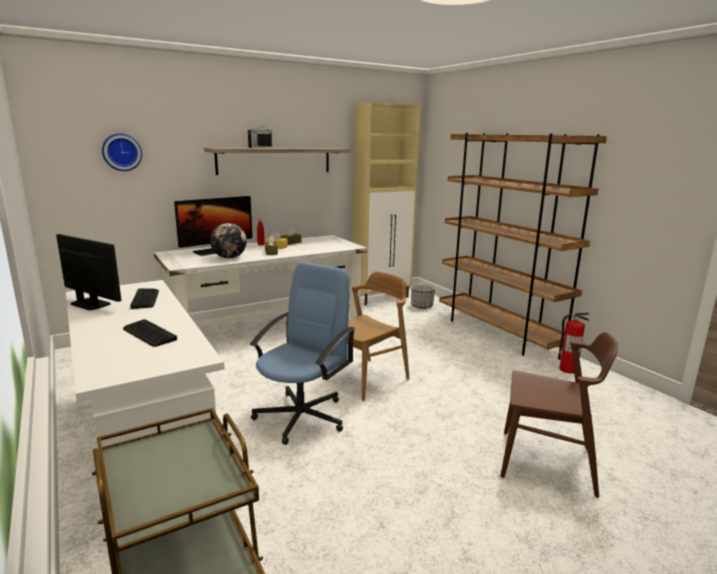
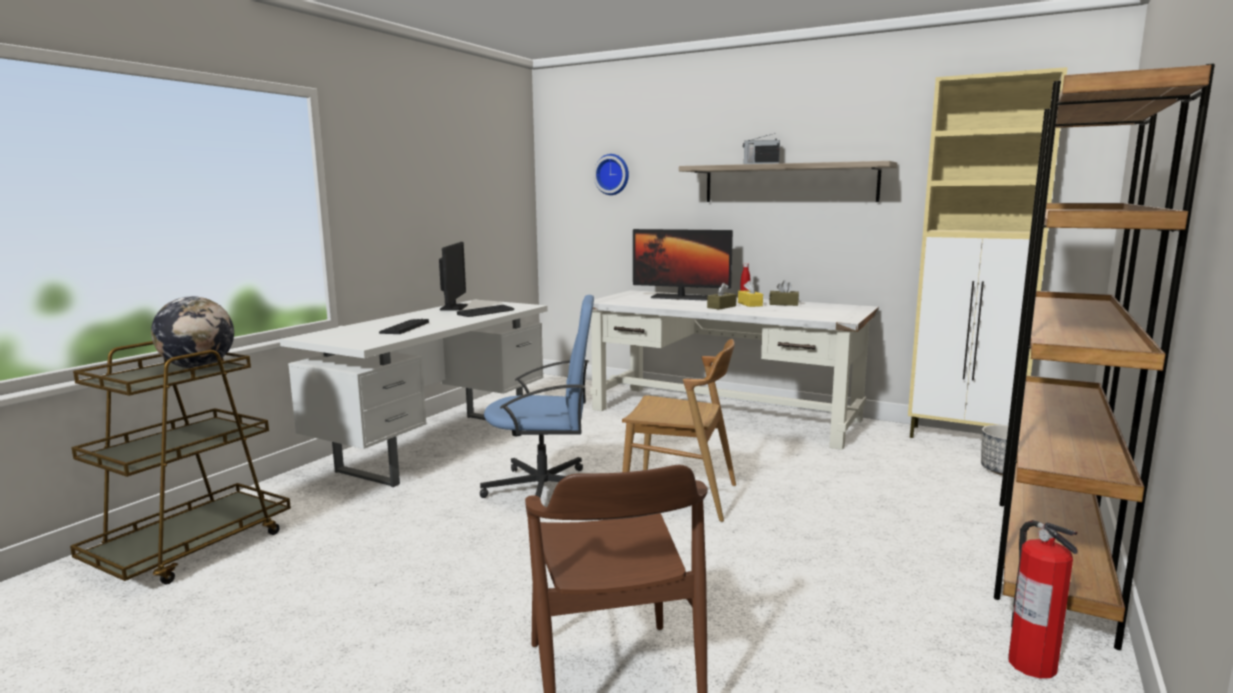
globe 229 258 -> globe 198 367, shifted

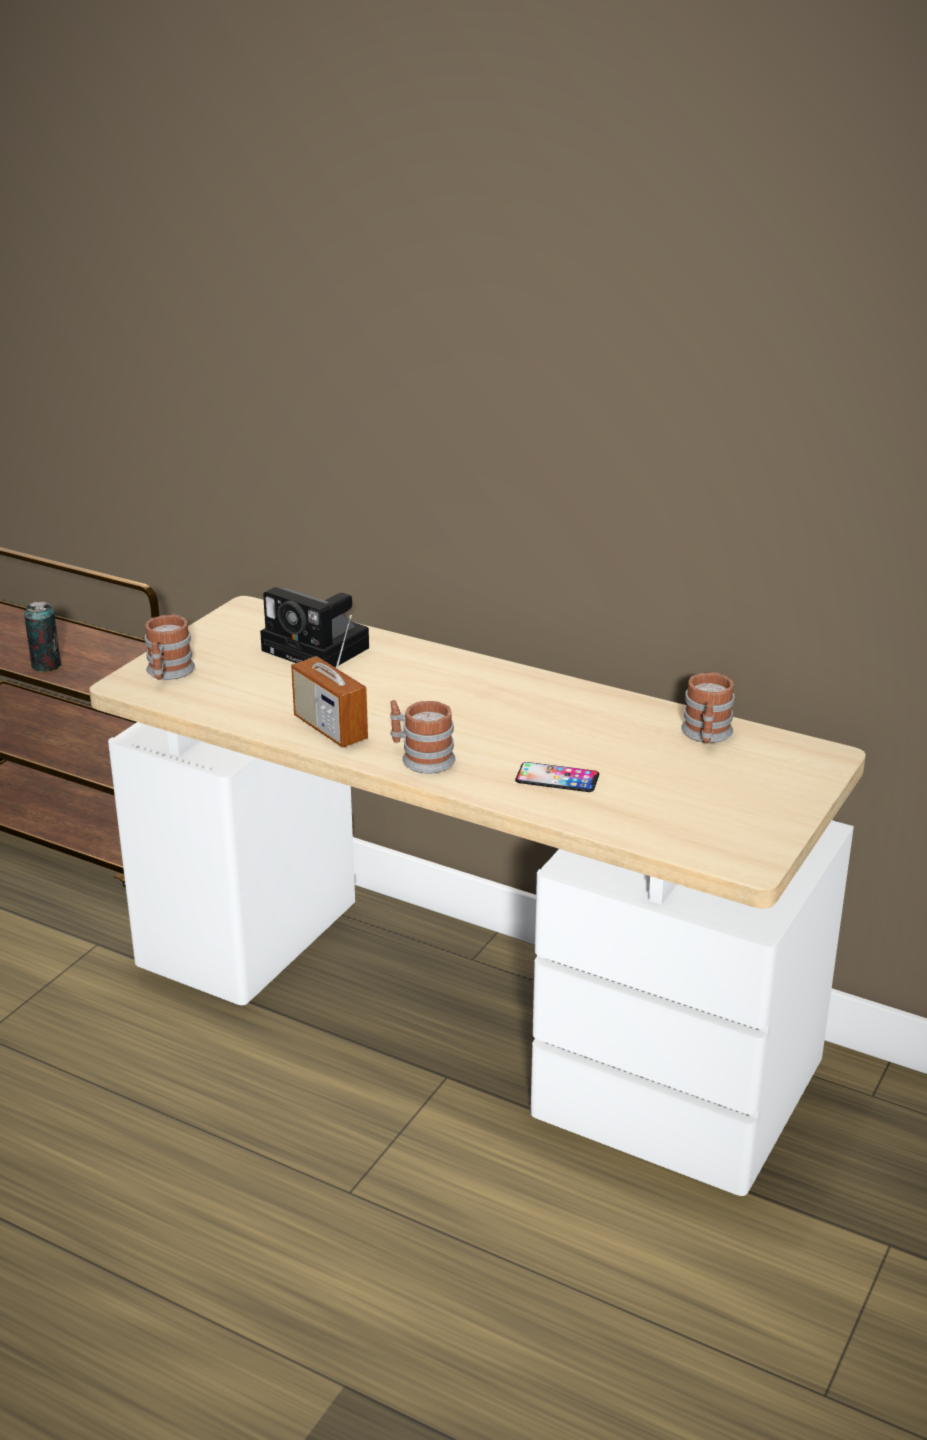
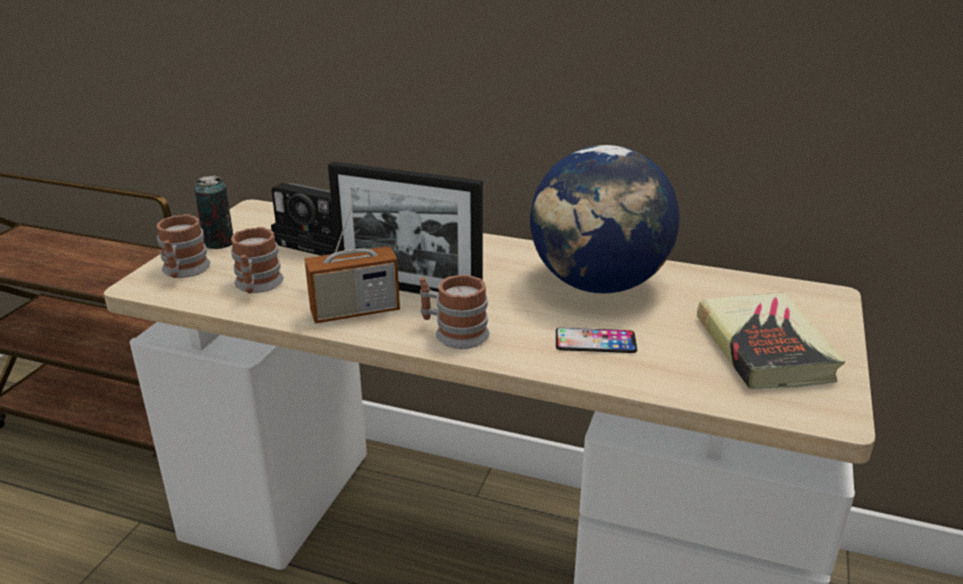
can 46 666 -> can 219 243, shifted
radio 330 728 -> radio 355 311, 60 degrees counterclockwise
mug 706 735 -> mug 257 286, shifted
none -> picture frame 409 289
none -> globe 599 285
none -> book 764 348

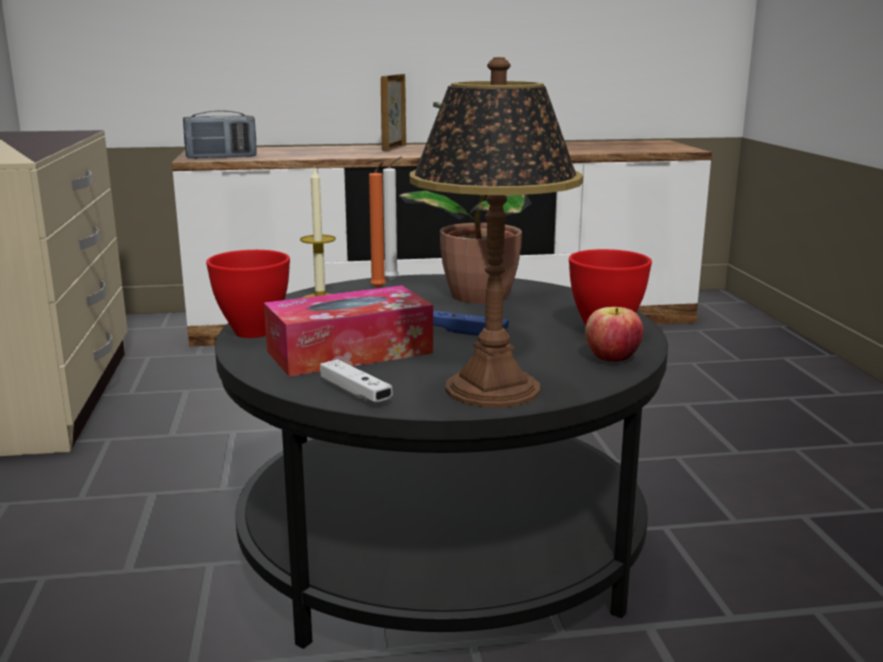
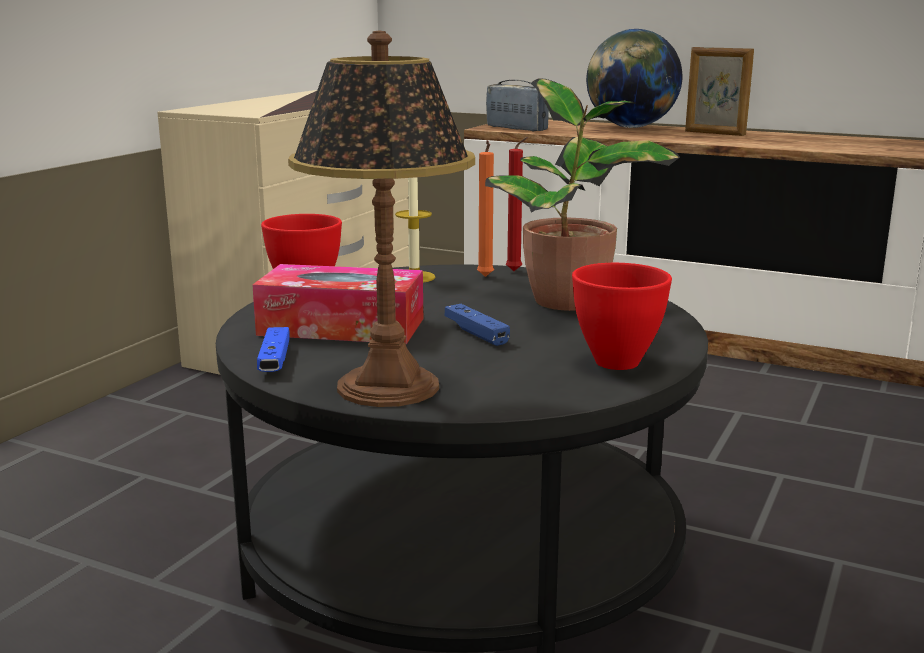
radio 221 157 -> radio 516 129, 150 degrees counterclockwise
white game controller 355 392 -> blue game controller 274 361
picture frame 393 148 -> picture frame 714 133, 105 degrees counterclockwise
white candle 393 280 -> red candle 516 271
apple 612 359 -> none
none -> globe 631 127

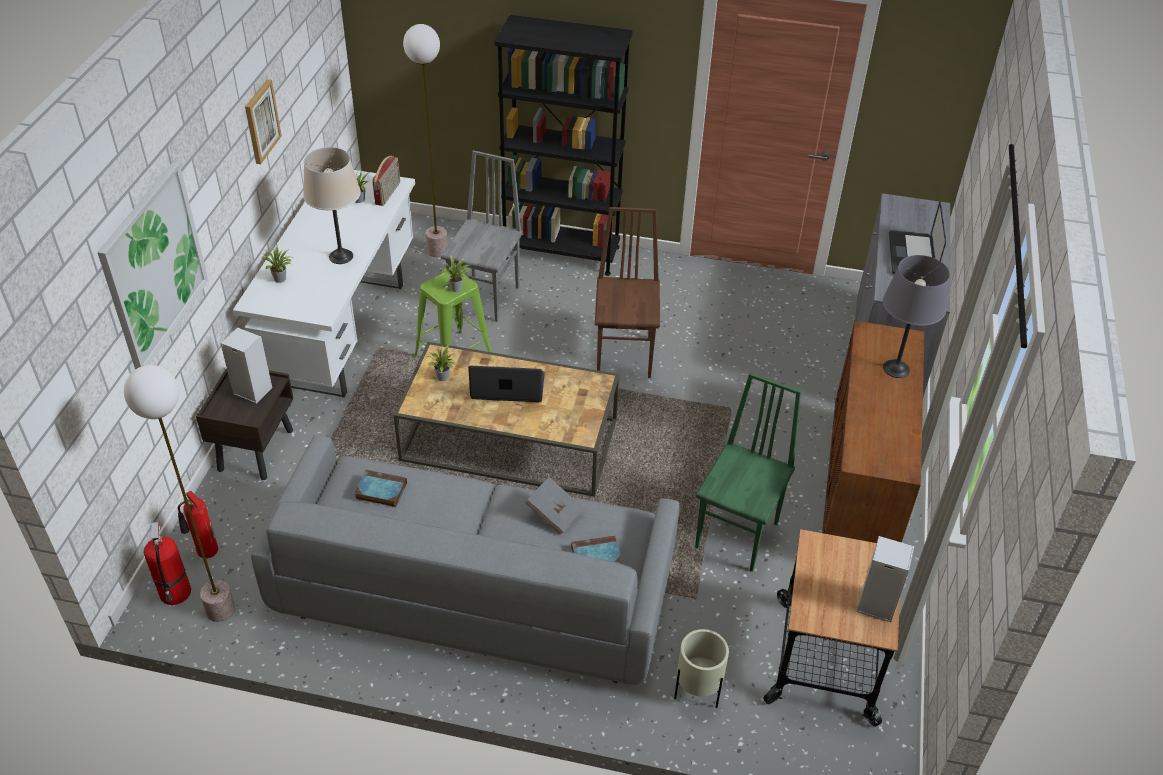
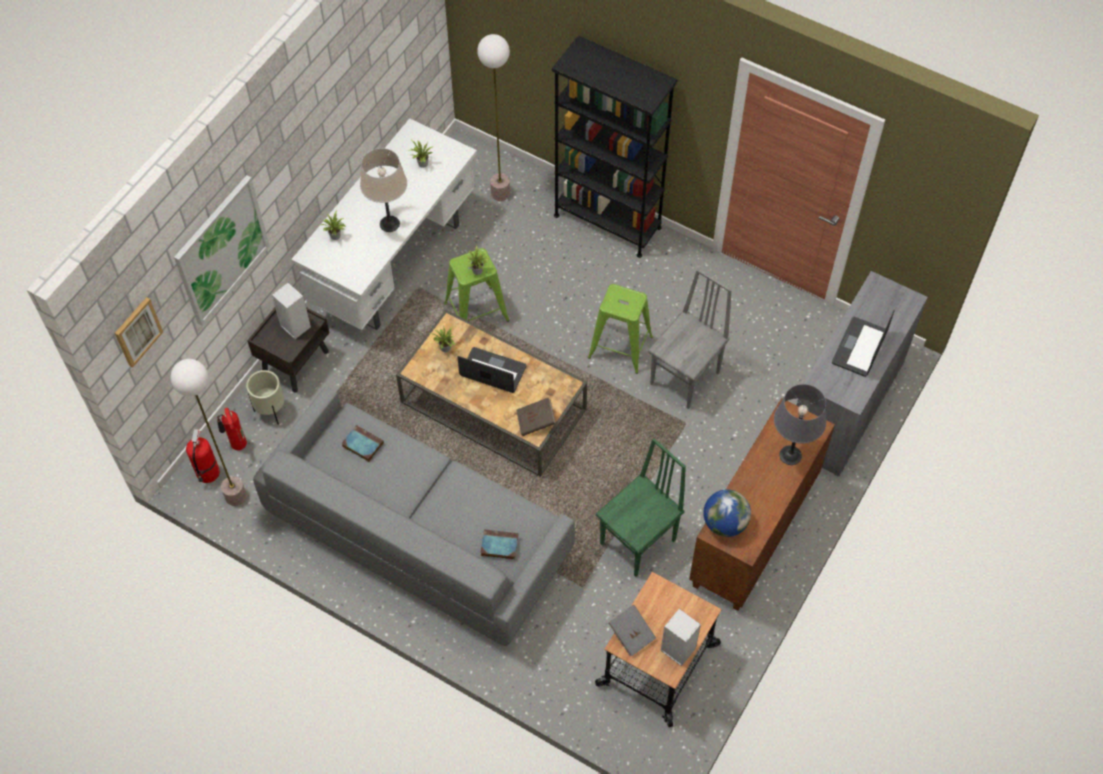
picture 261 121 -> picture 137 331, shifted
radio 388 194 -> none
grey chair 486 298 -> grey chair 686 378, shifted
grey book 555 513 -> grey book 631 634, shifted
brown chair 625 355 -> green stool 619 347
beige planter 697 692 -> beige planter 271 411, shifted
none -> brown book 536 422
none -> globe 724 523

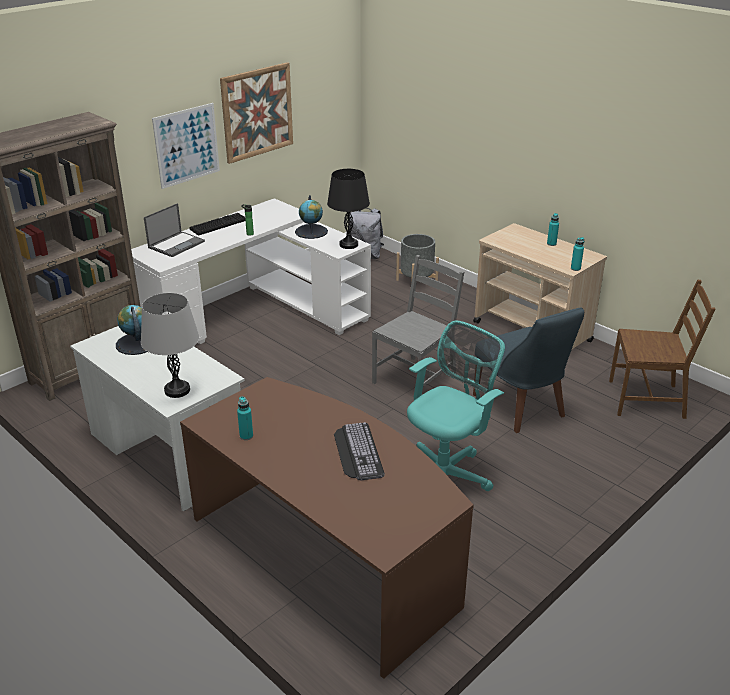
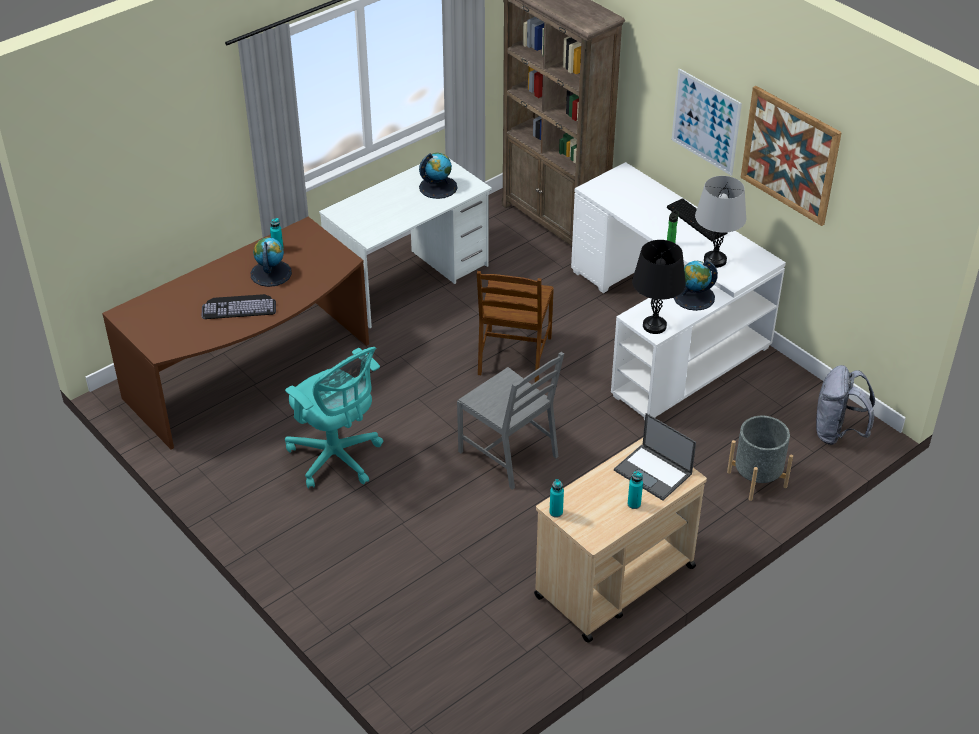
grey table lamp 177 390 -> grey table lamp 715 260, shifted
laptop 176 244 -> laptop 654 472, shifted
blue chair 521 407 -> none
brown chair 647 399 -> brown chair 514 356, shifted
none -> globe 270 273

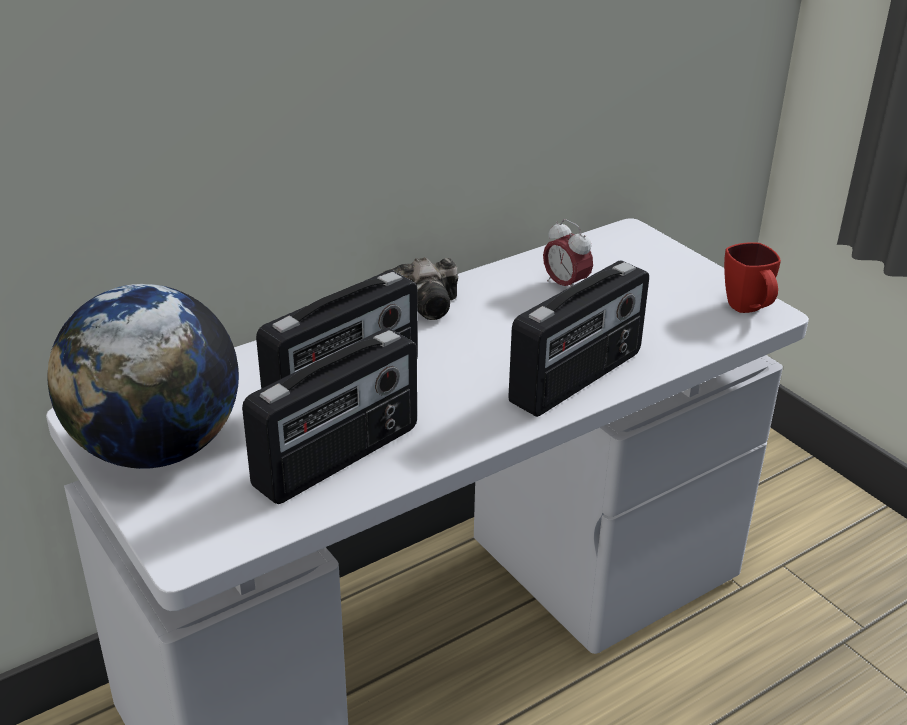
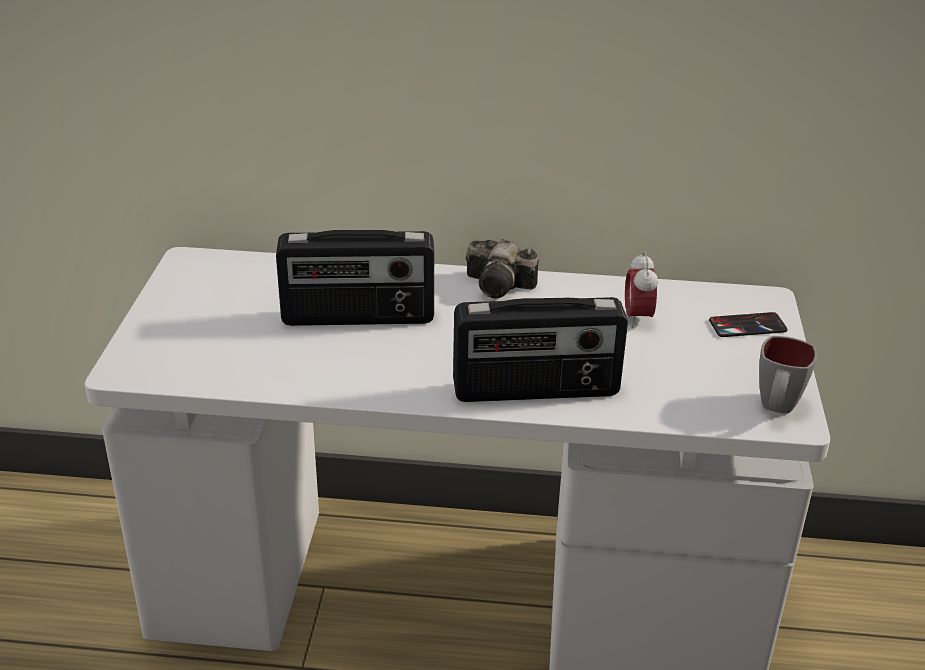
globe 157 448 -> none
radio 339 458 -> none
red mug 748 310 -> grey mug 776 409
none -> phone 747 325

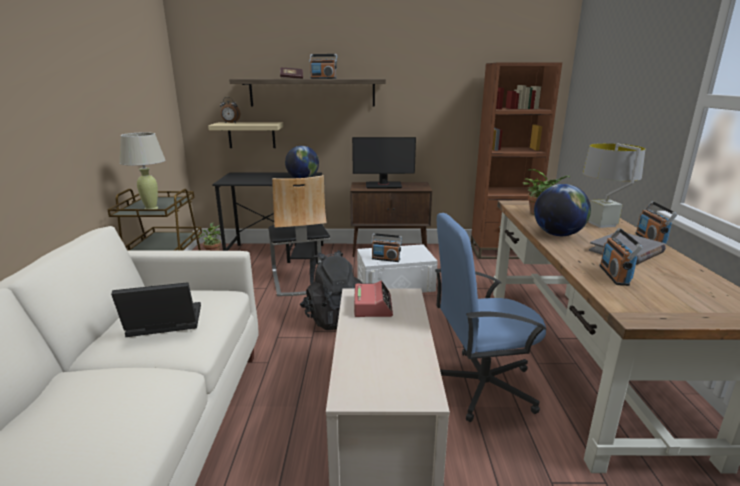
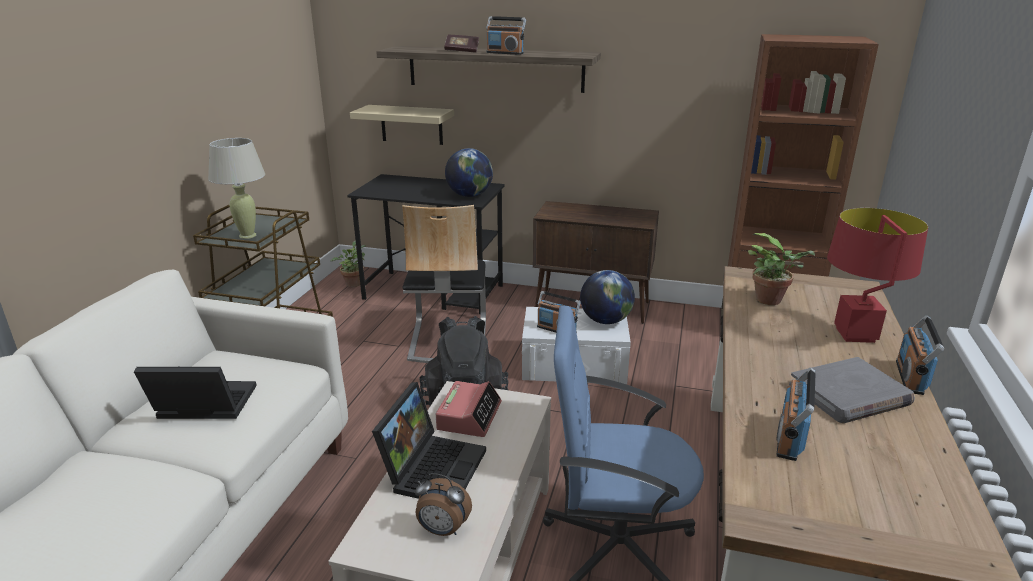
alarm clock 230 123 -> alarm clock 442 530, shifted
monitor 383 185 -> none
globe 557 234 -> globe 605 321, shifted
grey table lamp 602 224 -> red table lamp 855 335
none -> laptop 432 467

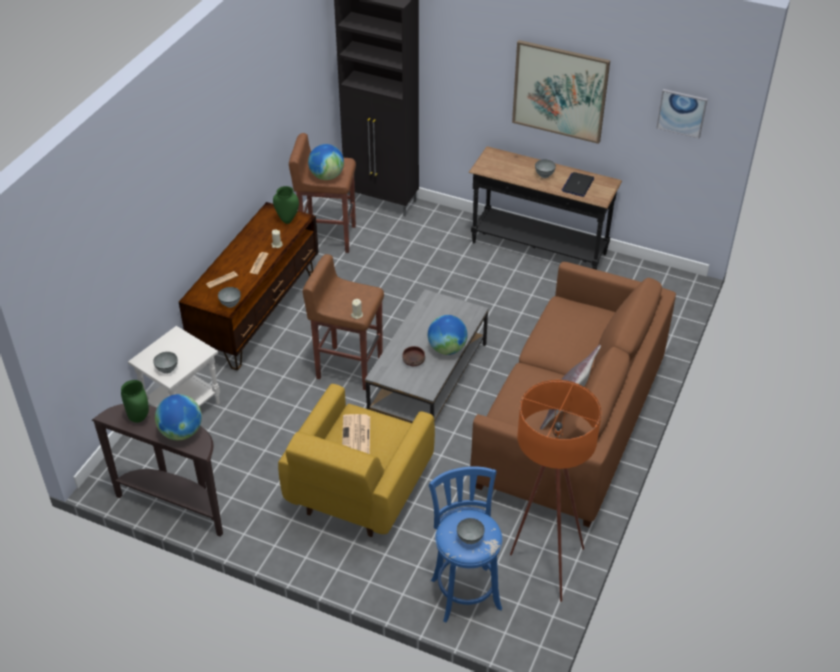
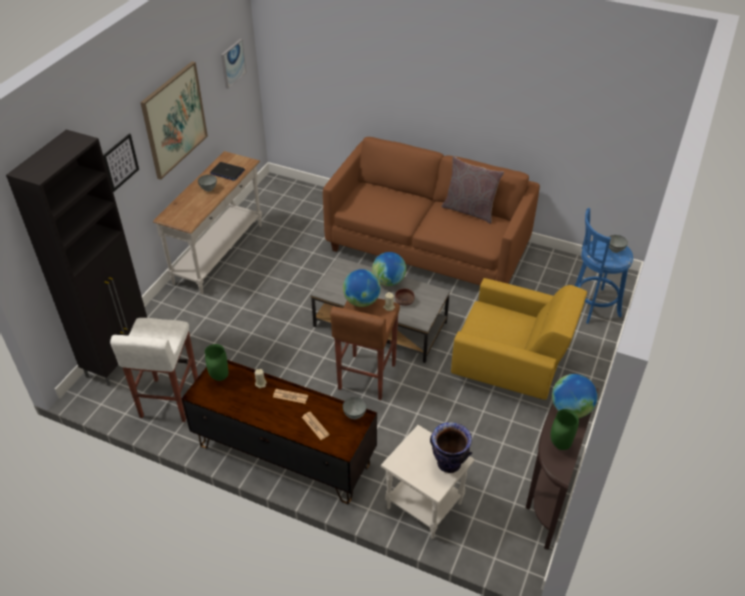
grey bowl 167 369 -> vase 449 463
brown stool 328 237 -> white stool 169 400
globe 327 176 -> globe 361 301, shifted
newspaper 356 436 -> none
black console table 538 249 -> white console table 220 254
orange floor lamp 543 564 -> none
none -> picture 120 162

